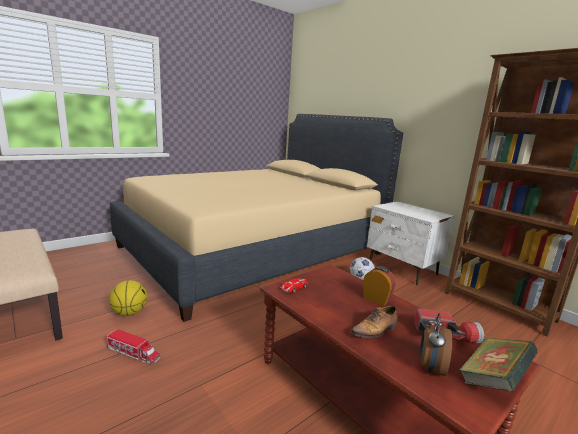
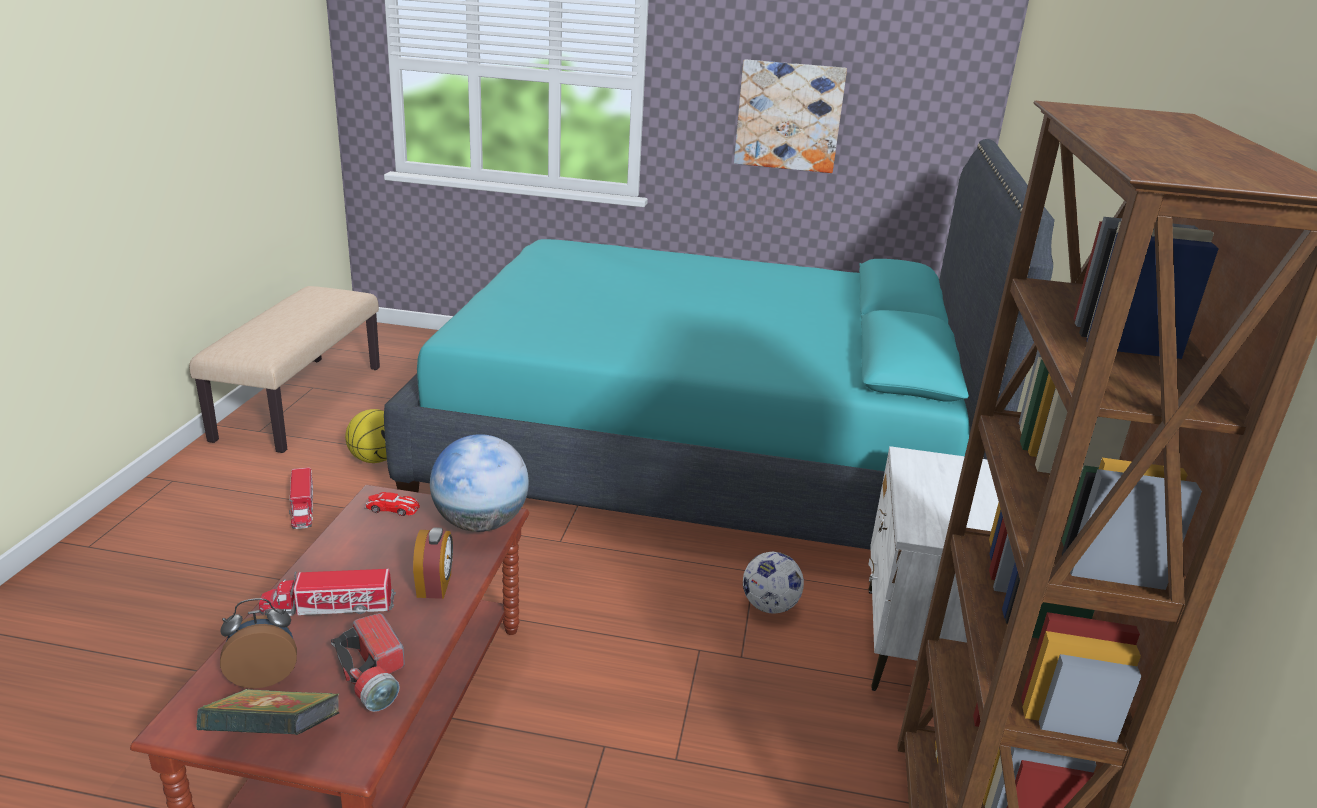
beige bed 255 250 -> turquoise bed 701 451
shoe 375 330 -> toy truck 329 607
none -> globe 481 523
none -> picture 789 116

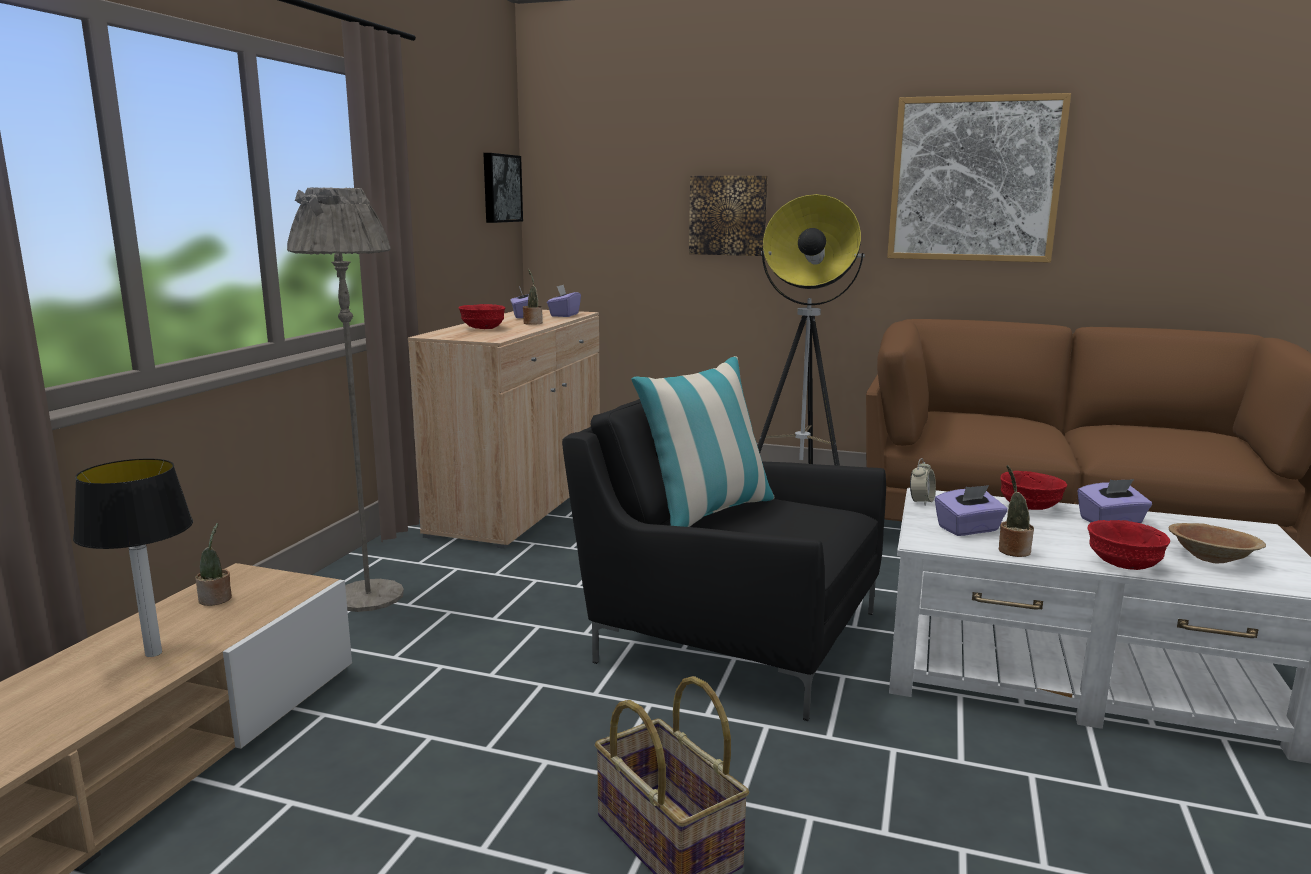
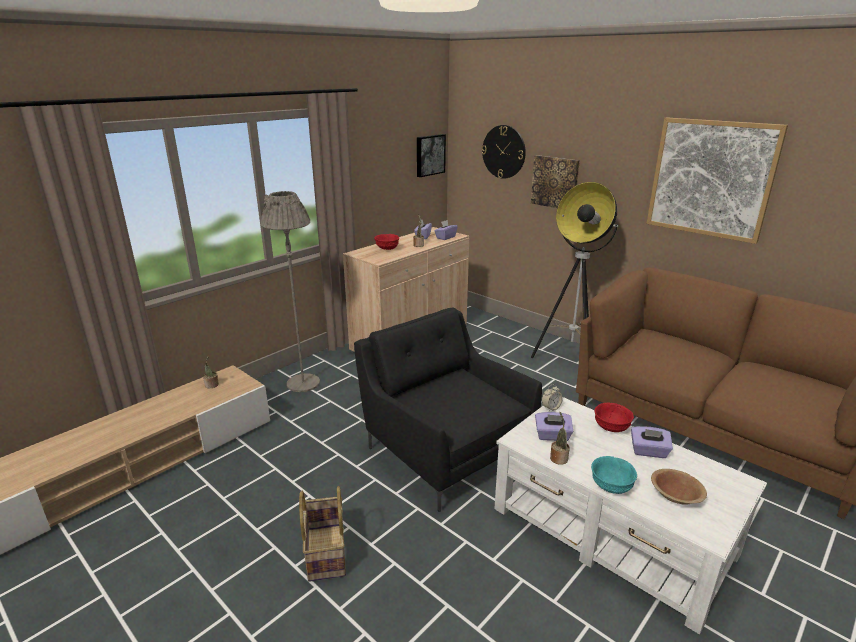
table lamp 155 653 -> none
pillow 708 512 -> none
red bowl 1122 564 -> turquoise bowl 611 485
none -> wall clock 504 152

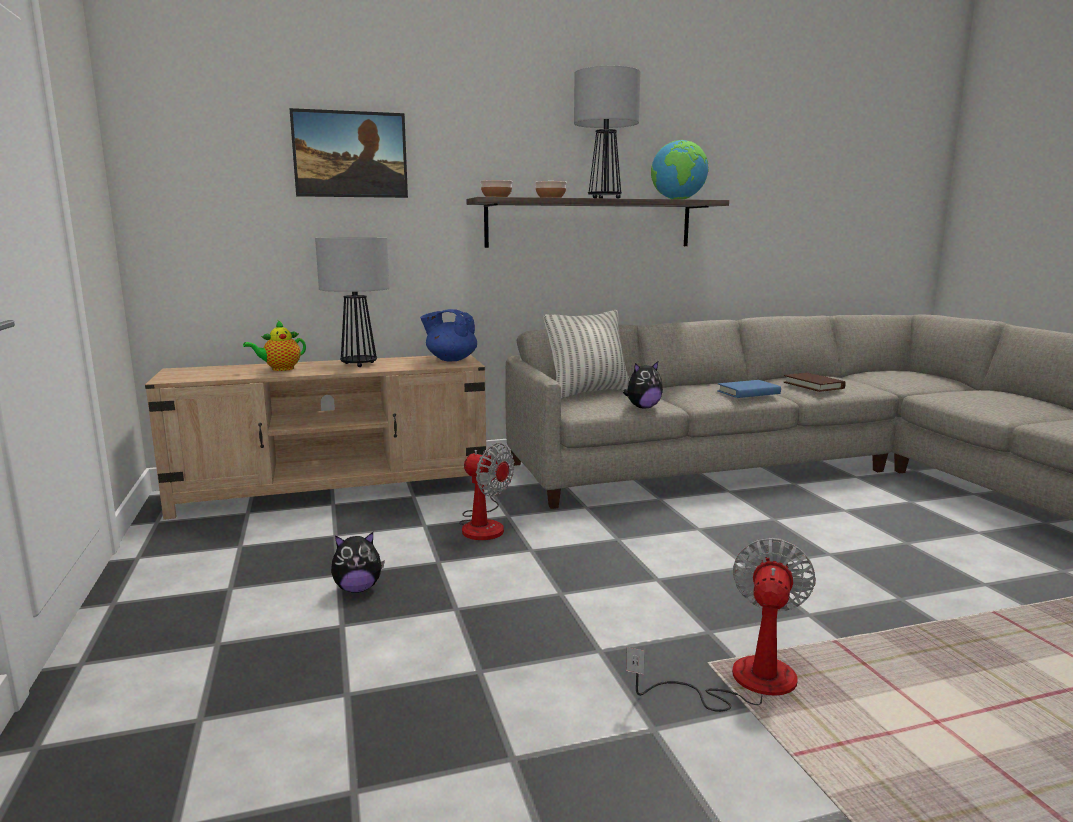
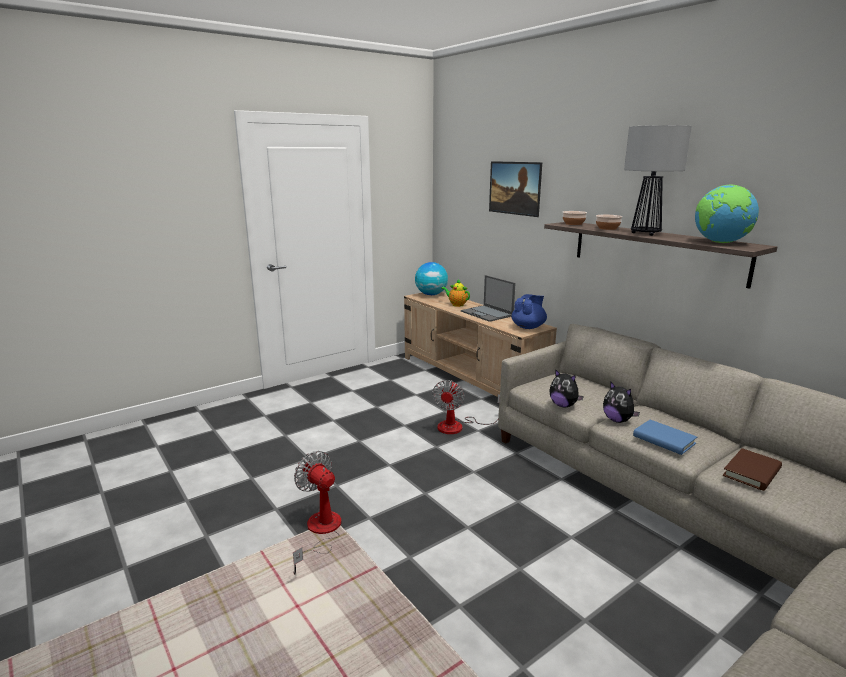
table lamp 359 364 -> laptop 487 314
plush toy 358 589 -> plush toy 618 420, shifted
blue teapot 450 359 -> blue teapot 528 327, 45 degrees clockwise
pillow 588 392 -> none
fan 742 683 -> fan 320 532, 135 degrees counterclockwise
none -> globe 431 294

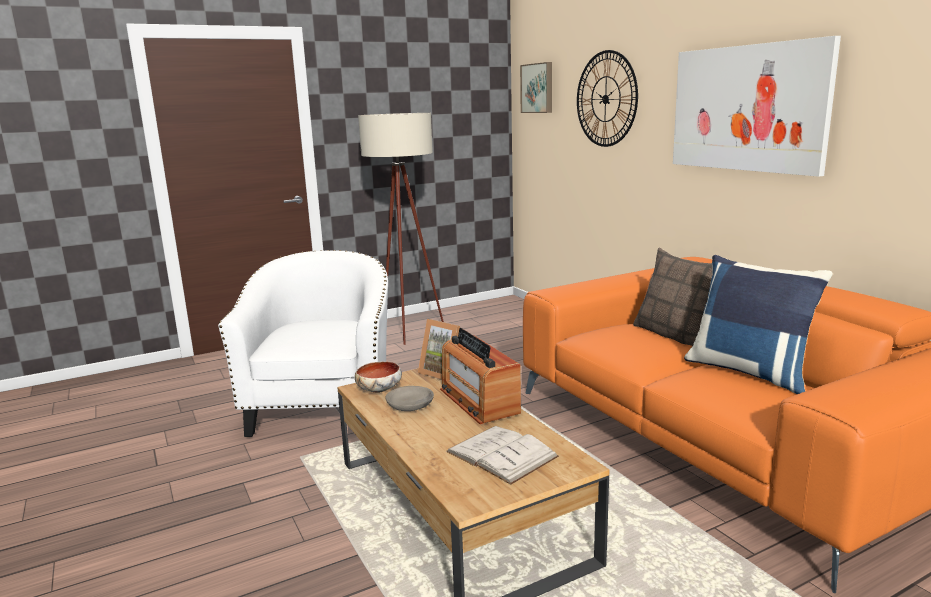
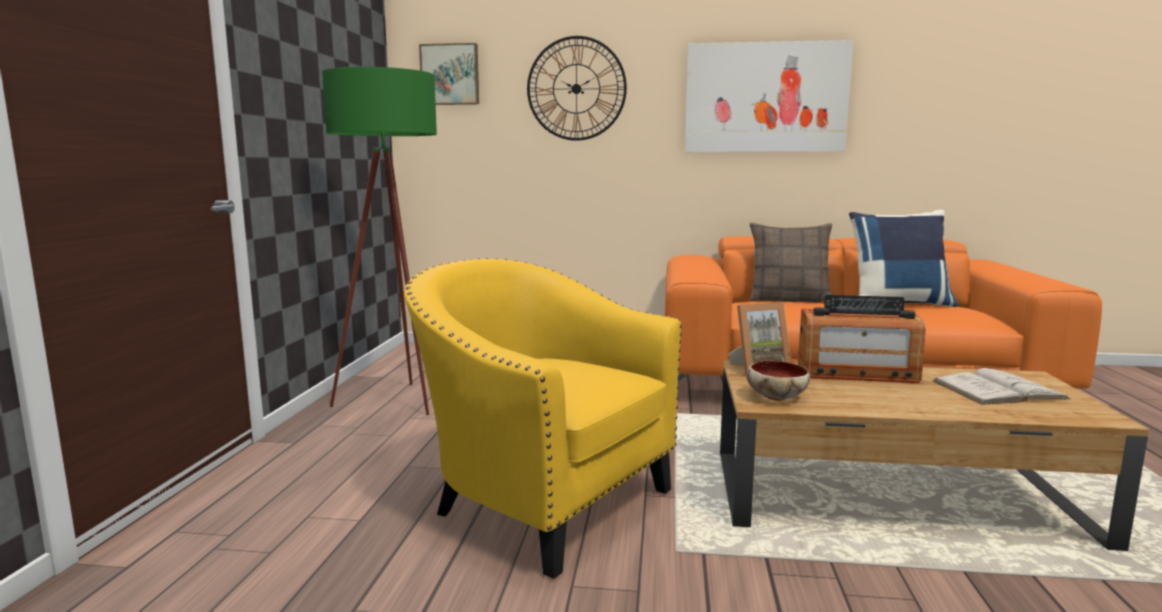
white armchair 324 408 -> yellow armchair 541 502
beige floor lamp 408 333 -> green floor lamp 397 404
grey bowl 410 405 -> none

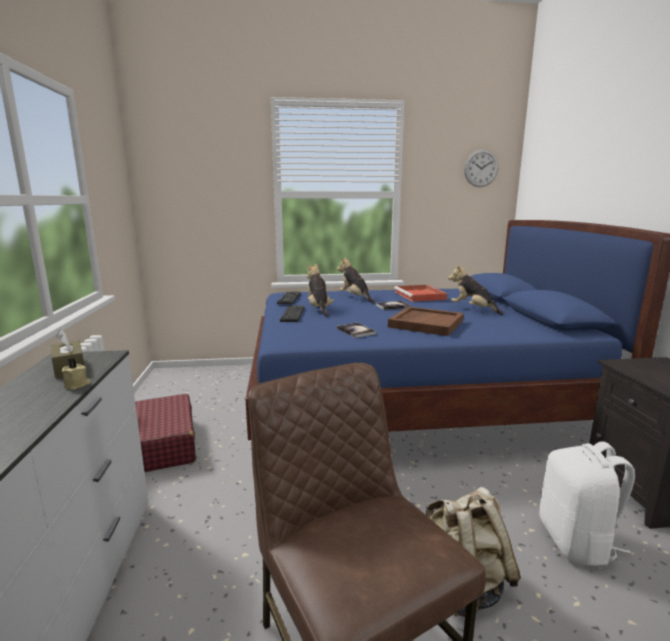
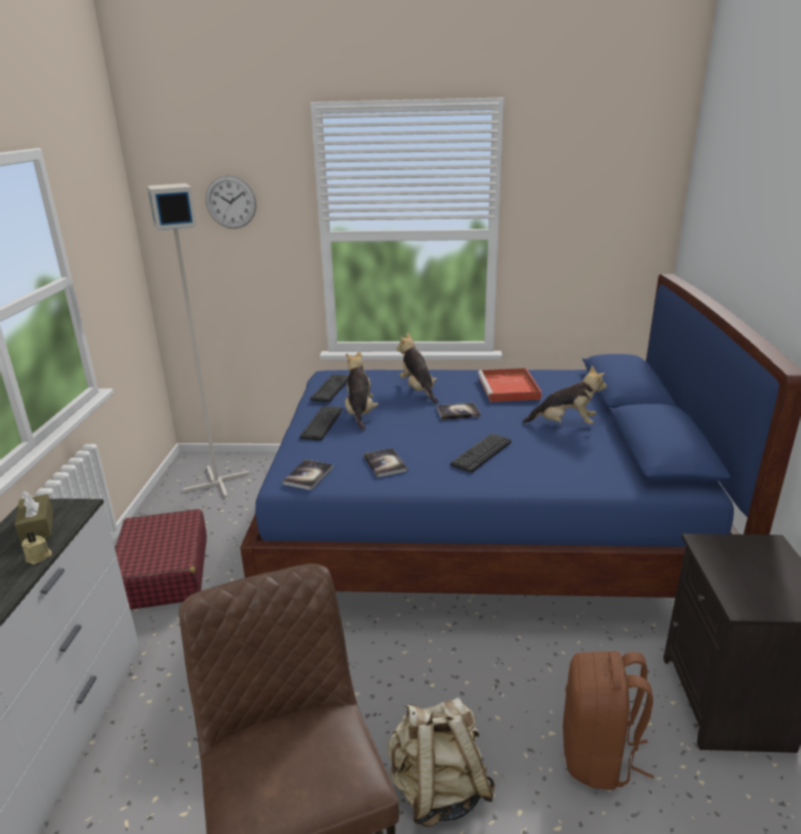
brown tray 425 323 -> keyboard 481 453
plush toy 473 309 -> plush toy 564 424, 135 degrees clockwise
wall clock 481 168 -> wall clock 231 202, shifted
white backpack 577 542 -> brown backpack 598 755
none -> grey floor lamp 216 482
none -> book 308 476

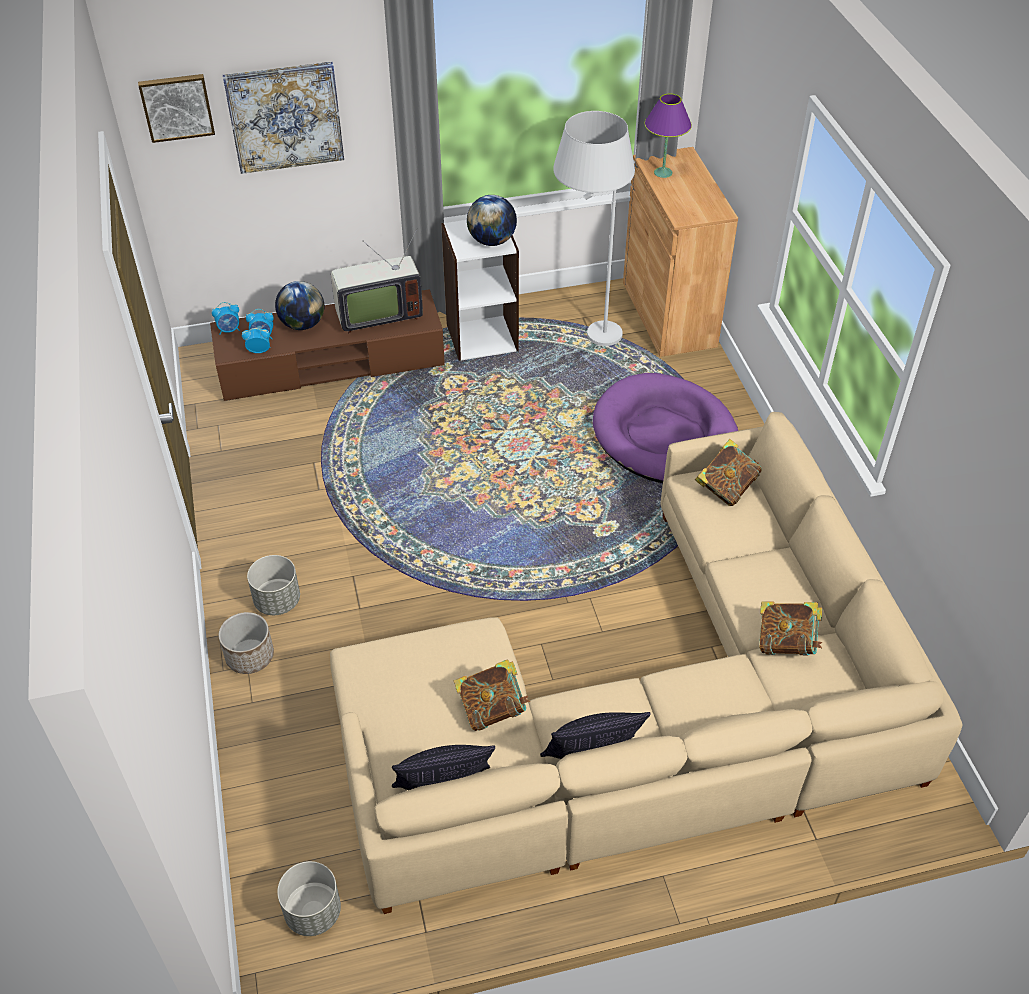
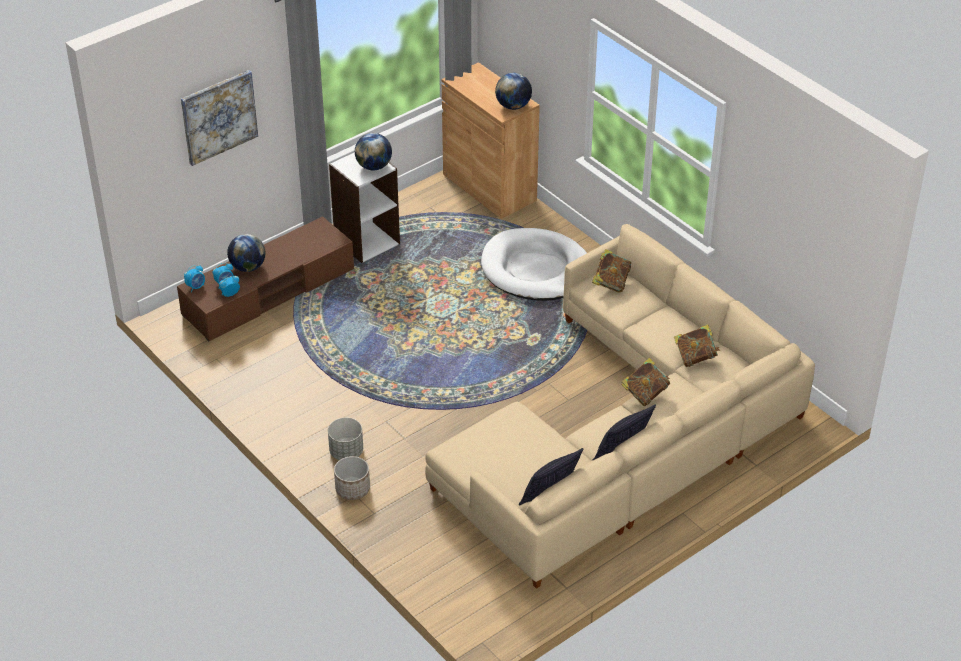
picture 177 106 -> none
grey planter 313 912 -> none
television 377 314 -> none
book 492 709 -> book 645 394, shifted
white floor lamp 585 331 -> none
purple dog bed 665 435 -> white dog bed 536 269
purple table lamp 663 173 -> none
none -> globe 513 106

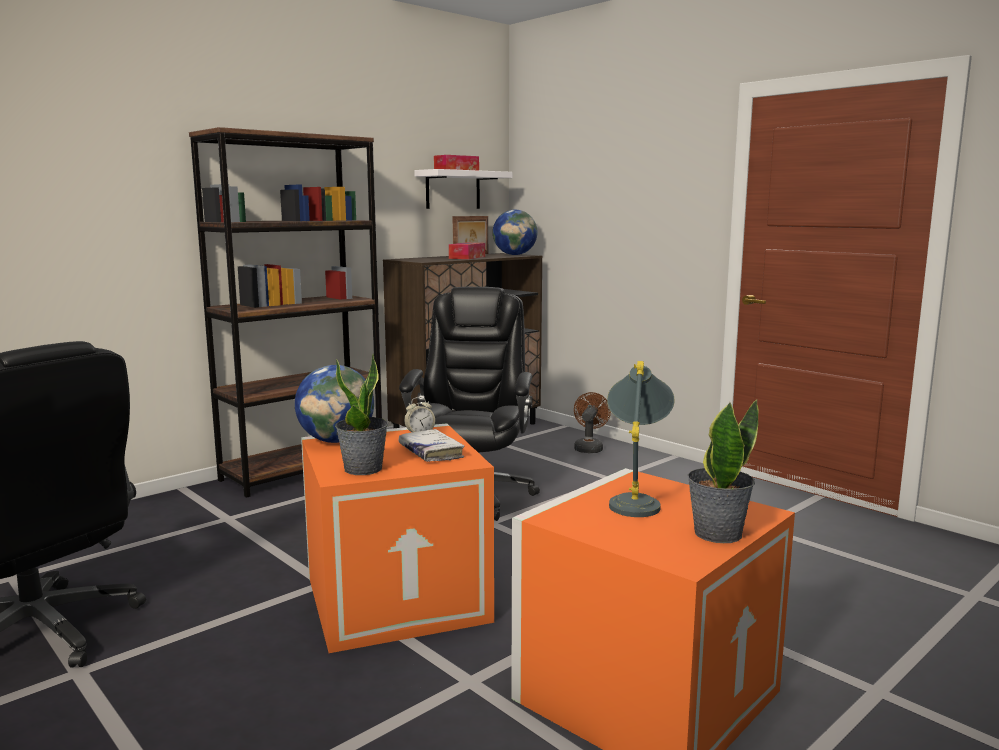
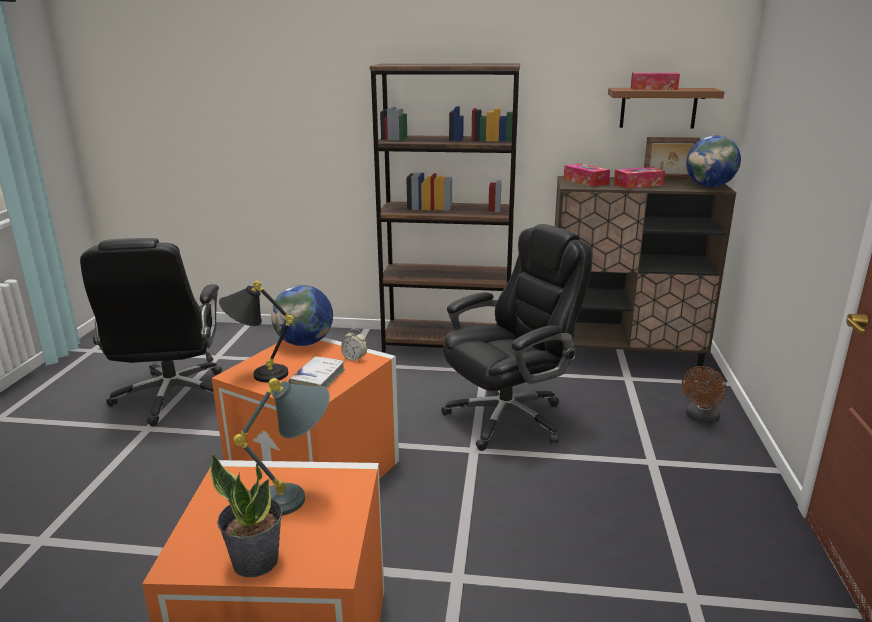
potted plant 363 469 -> black table lamp 258 374
white shelf 453 190 -> brown shelf 658 108
brown fan 589 448 -> brown fan 701 418, 150 degrees clockwise
none -> tissue box 585 181

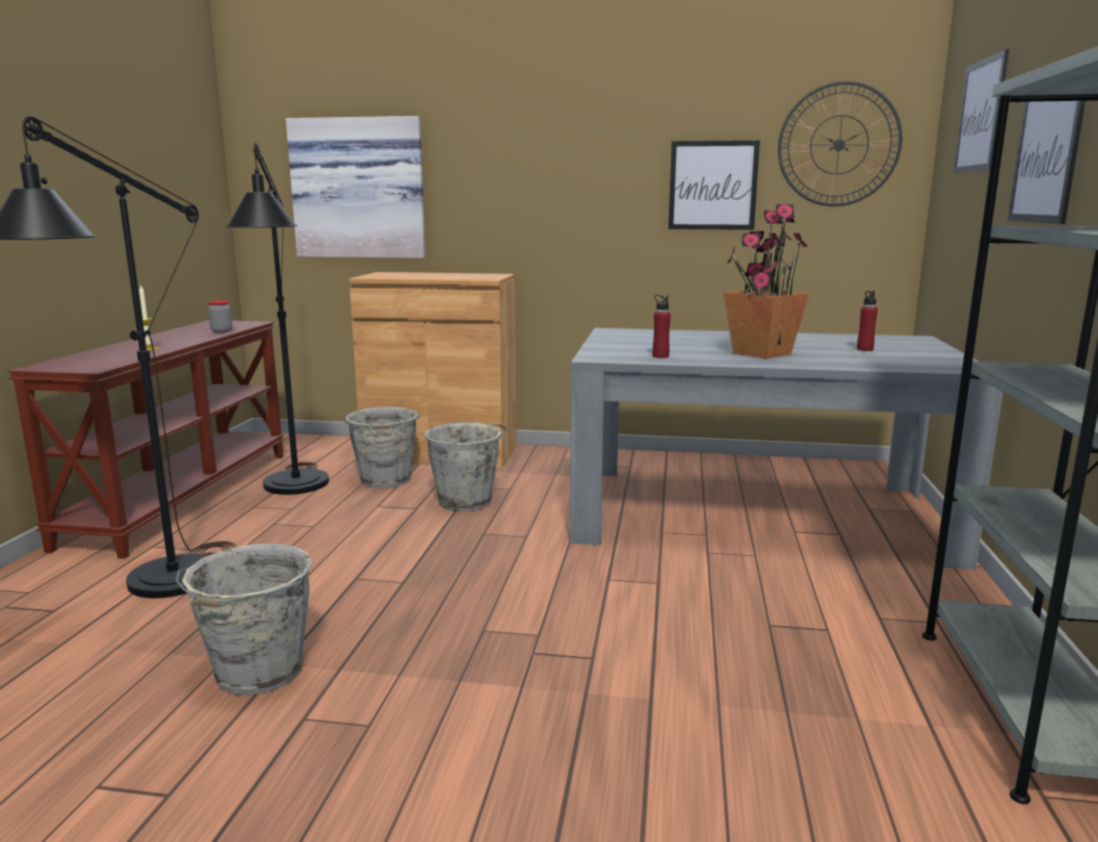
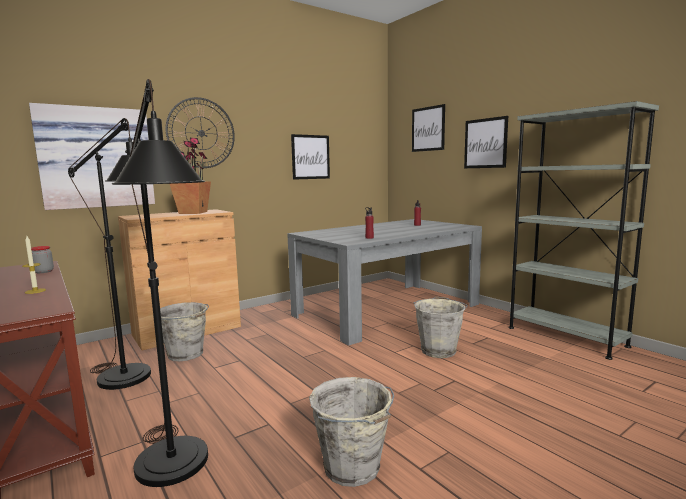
grey bucket 467 501 -> grey bucket 438 350, shifted
potted plant 761 353 -> potted plant 192 213, shifted
wall clock 839 145 -> wall clock 201 133, shifted

